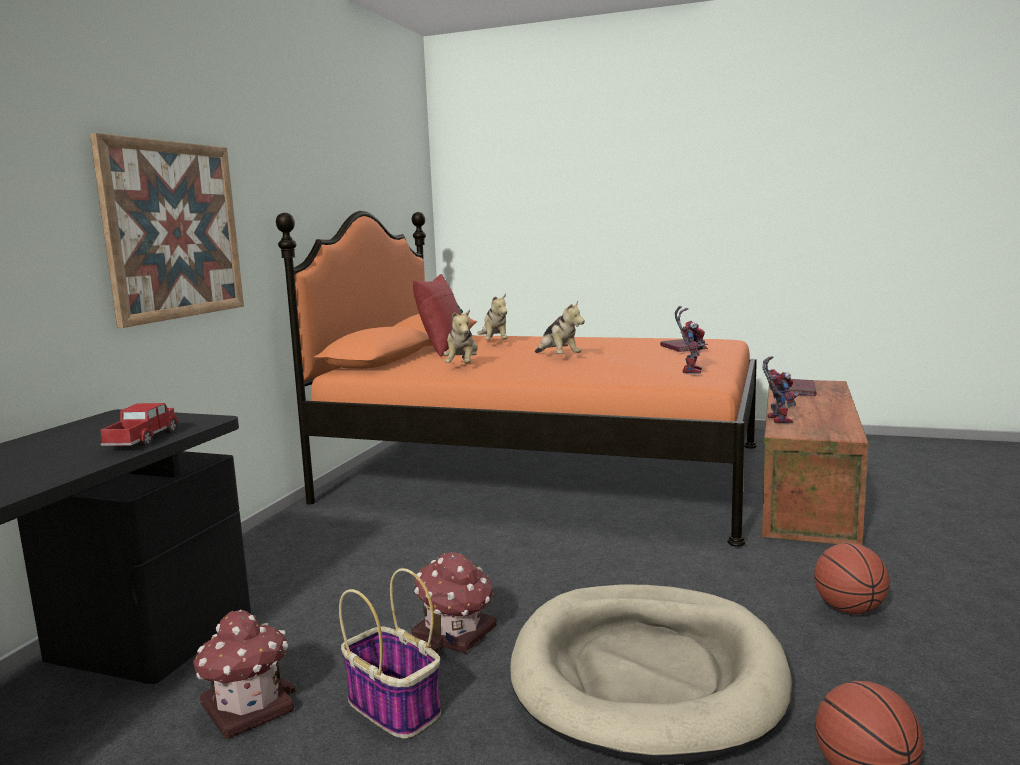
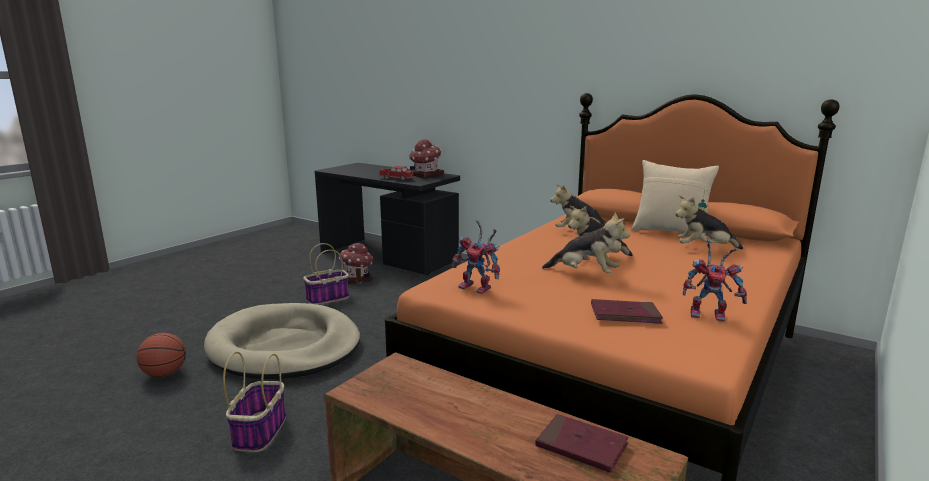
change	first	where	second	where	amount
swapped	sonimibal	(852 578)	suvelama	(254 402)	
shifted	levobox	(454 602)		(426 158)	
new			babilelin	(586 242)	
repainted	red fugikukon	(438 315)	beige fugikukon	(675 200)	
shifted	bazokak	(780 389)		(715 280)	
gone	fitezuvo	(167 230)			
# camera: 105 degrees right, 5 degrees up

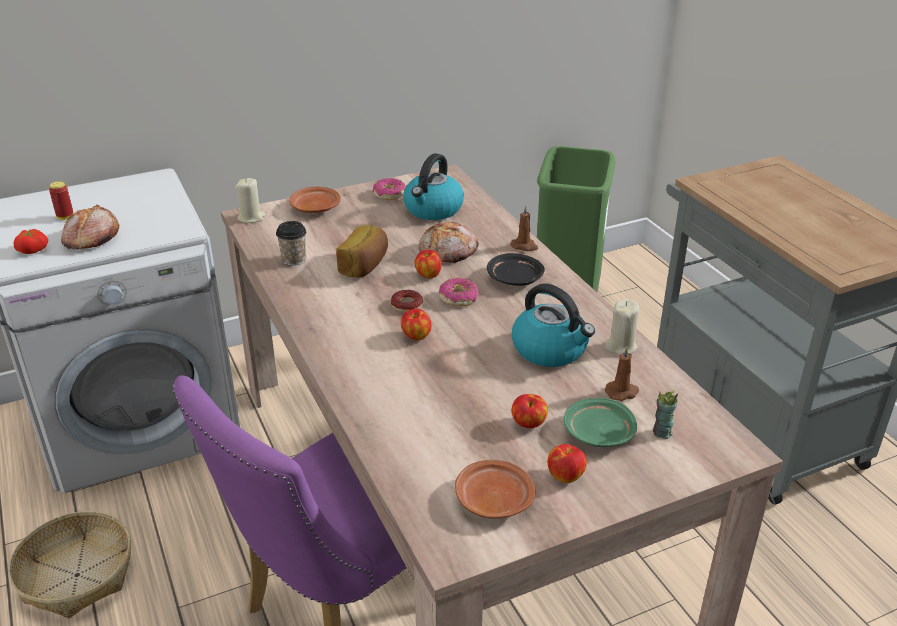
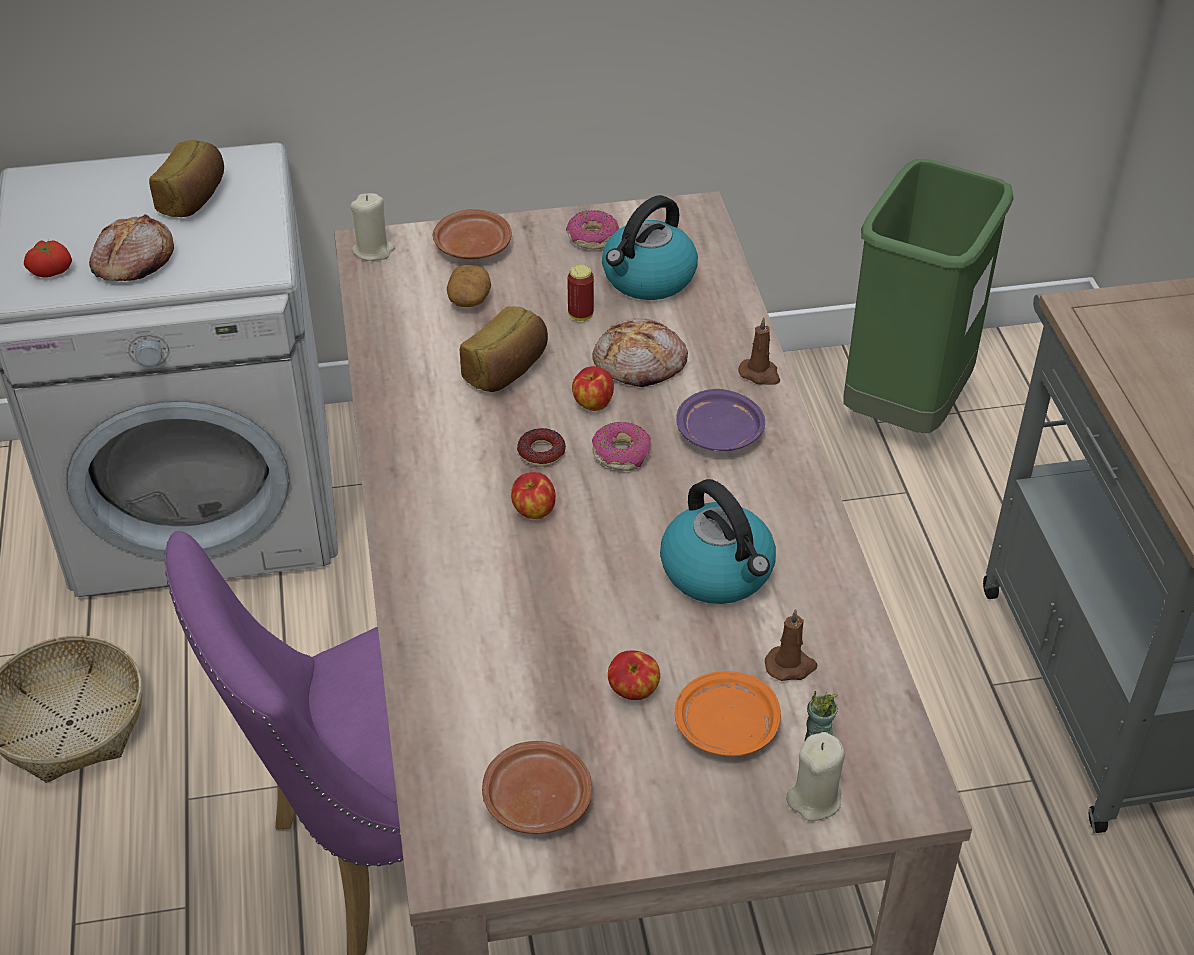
change	first	where	second	where	amount
new			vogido	(186 178)	
new			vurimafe	(469 286)	
shifted	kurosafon	(61 200)		(580 292)	
repainted	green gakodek	(600 422)	orange gakodek	(727 713)	
repainted	black gakodek	(516 269)	purple gakodek	(720 420)	
shifted	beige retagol	(622 327)		(815 776)	
gone	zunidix	(291 243)			
gone	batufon	(567 463)			
# camera: 15 degrees right, 10 degrees up

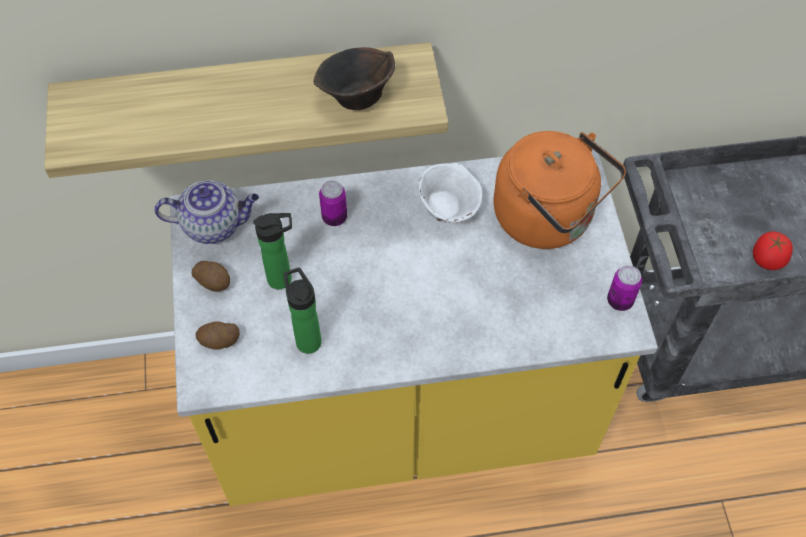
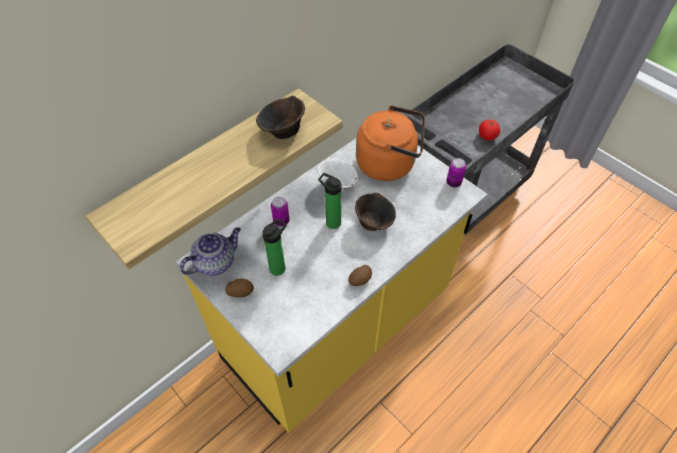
change	first	where	second	where	amount
shifted	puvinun	(303 310)		(329 201)	
shifted	vurimafe	(218 335)		(360 275)	
new			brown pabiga	(375 212)	
# camera: 35 degrees left, 5 degrees down

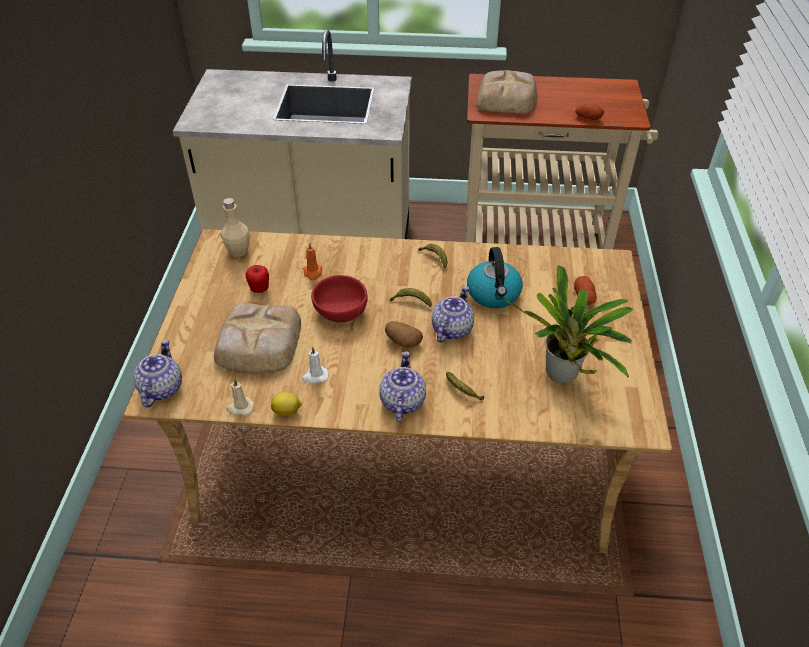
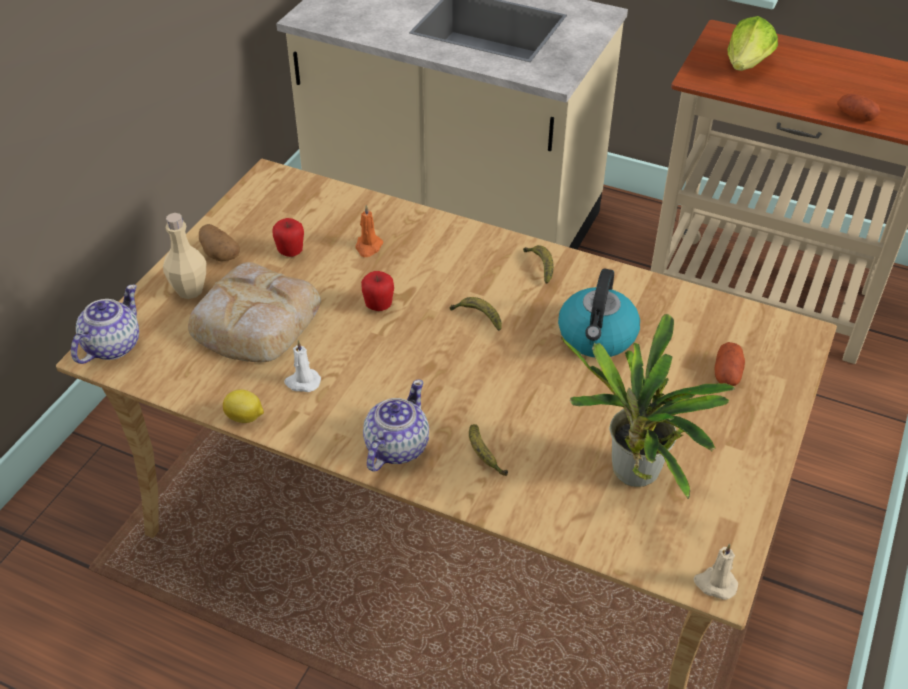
change	first	where	second	where	amount
shifted	beige puvinun	(235 227)		(184 256)	
shifted	vurimafe	(404 334)		(219 242)	
swapped	red pabiga	(339 298)	batufon	(377 291)	
shifted	beige retagol	(240 397)		(715 572)	
swapped	vogido	(507 92)	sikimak	(752 43)	
gone	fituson	(453 314)			
# camera: 20 degrees right, 0 degrees up

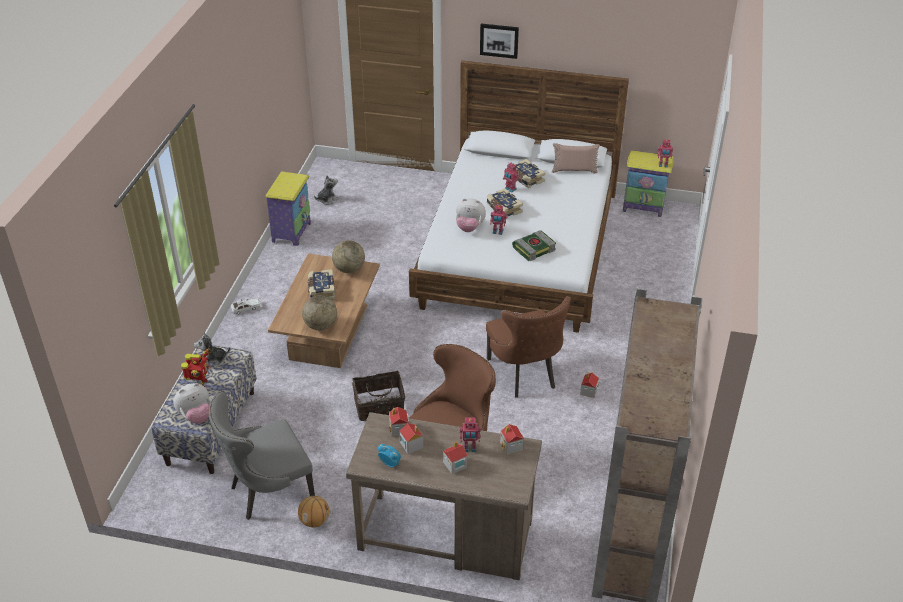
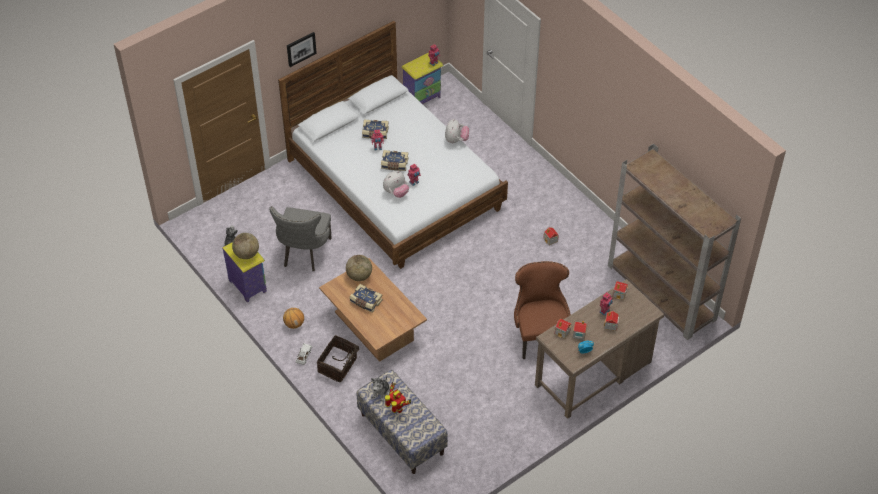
change	first	where	second	where	amount
shifted	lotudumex	(319 312)		(245 246)	
shifted	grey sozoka	(262 455)		(300 238)	
shifted	sonimibal	(313 511)		(293 318)	
shifted	suvelama	(378 396)		(338 358)	
shifted	babilelin	(192 403)		(457 131)	
gone	brown sozoka	(528 346)			
gone	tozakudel	(534 245)			
gone	beige fugikukon	(576 158)			
# camera: 50 degrees left, 10 degrees up

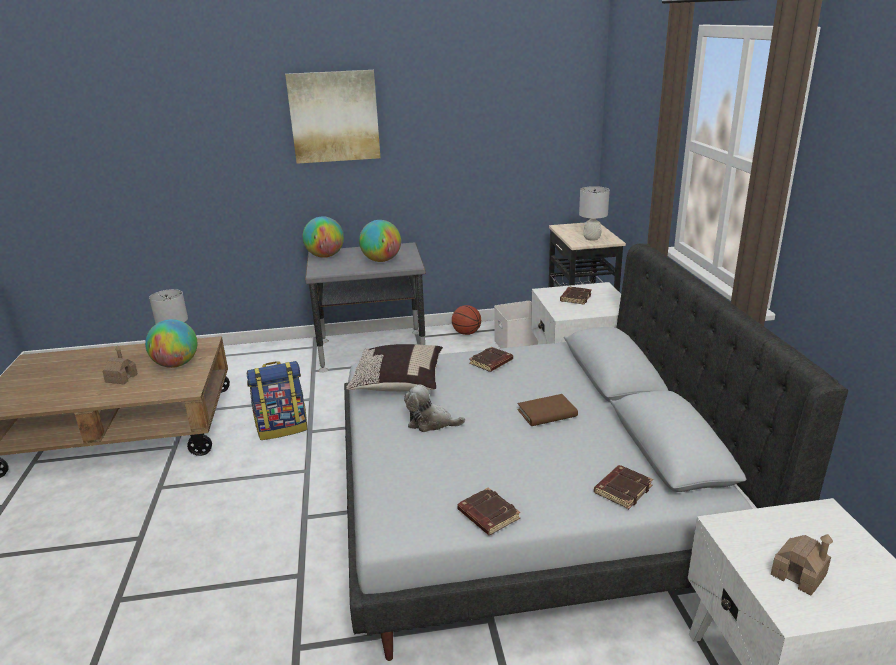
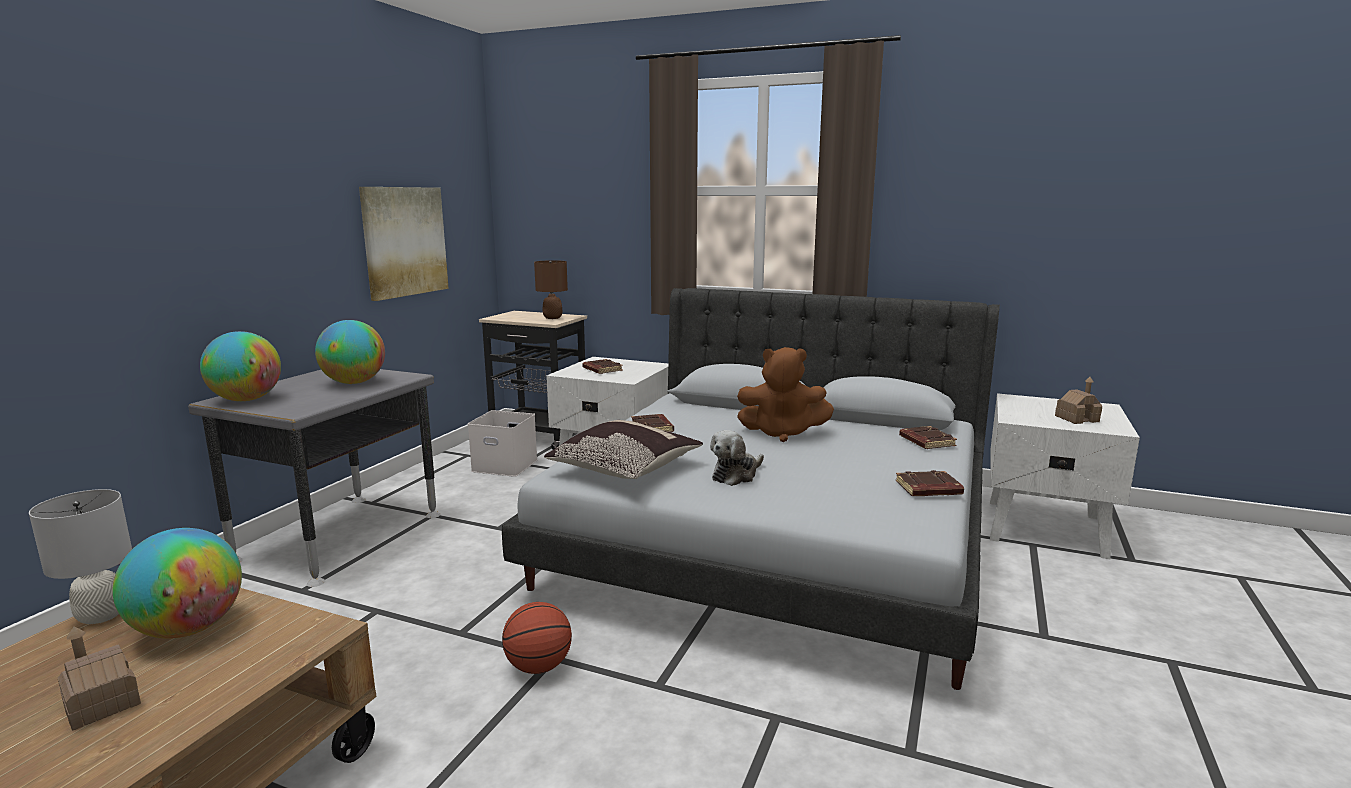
change	first	where	second	where	amount
shifted	fitezuvo	(332 117)		(404 244)	
shifted	sonimibal	(466 320)		(537 638)	
repainted	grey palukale	(594 213)	brown palukale	(551 289)	
swapped	brown tozakudel	(547 410)	brown babilelin	(785 394)	
gone	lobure	(277 400)			
# camera: 60 degrees left, 10 degrees down

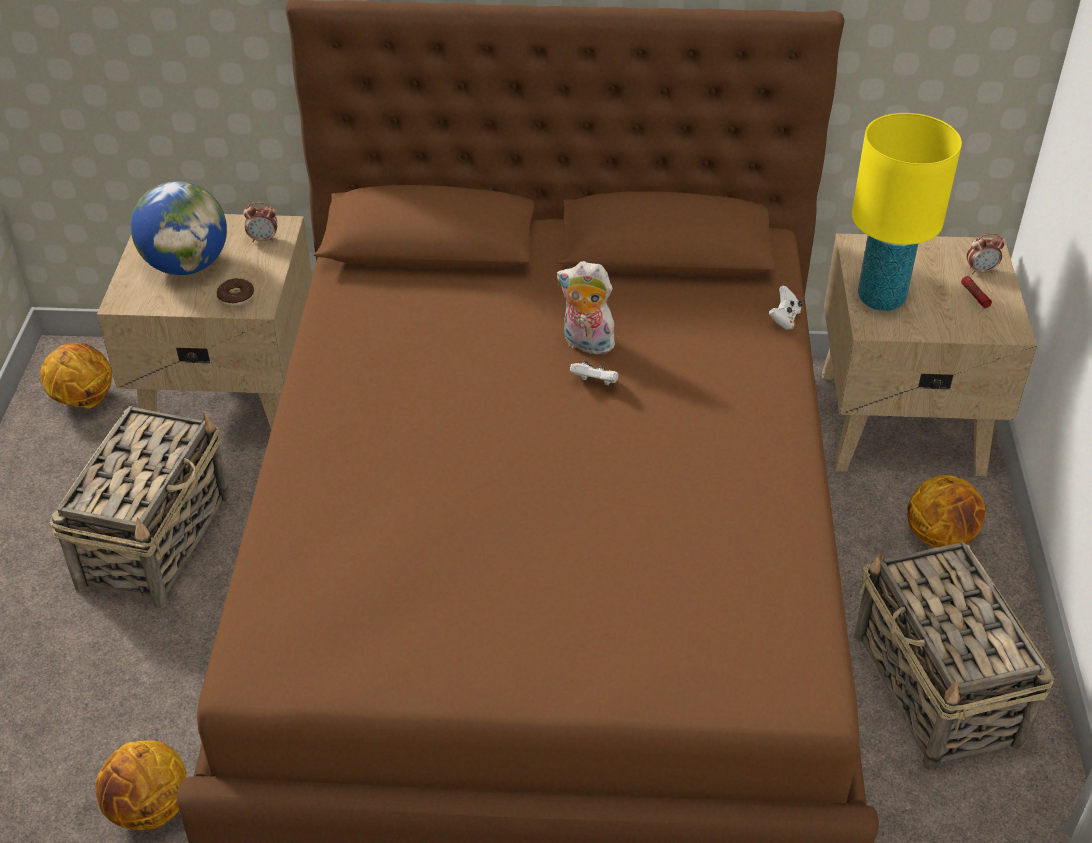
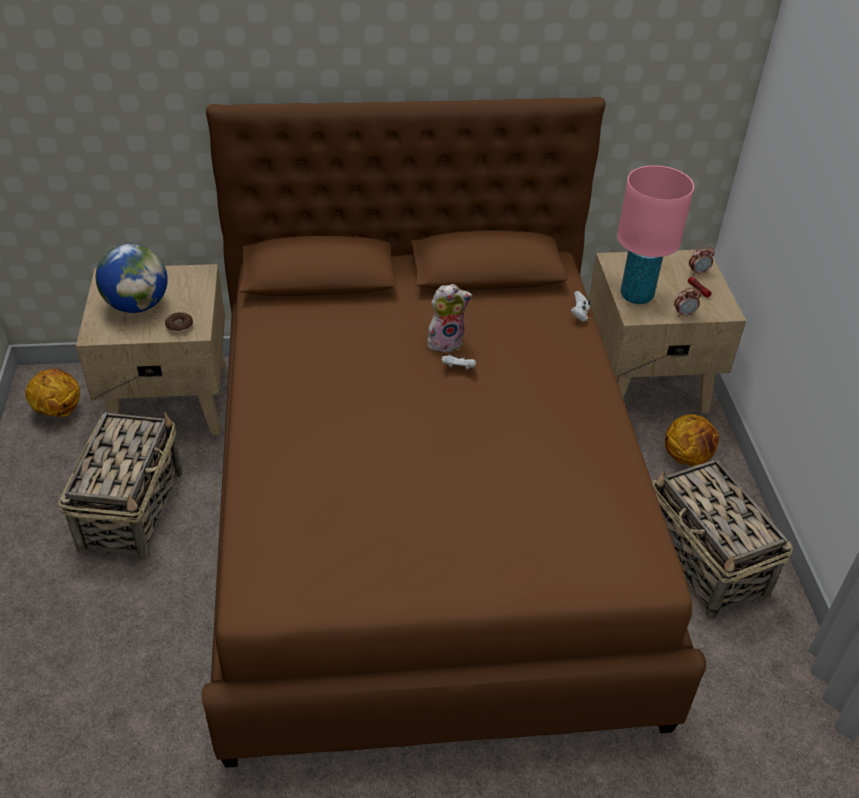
change	first	where	second	where	amount
rotated	babilelin	(586 309)		(449 318)	150 degrees clockwise
repainted	yellow palukale	(907 212)	pink palukale	(655 234)	
shifted	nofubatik	(260 222)		(687 302)	
gone	sonimibal	(140 785)			
# camera: 10 degrees left, 0 degrees up

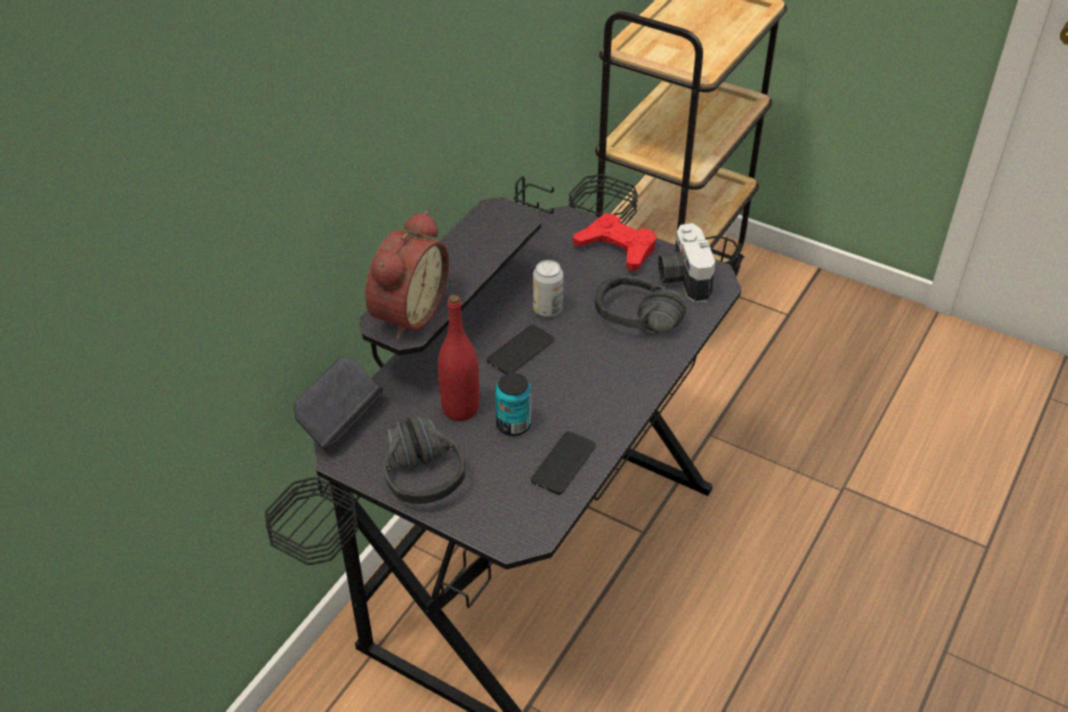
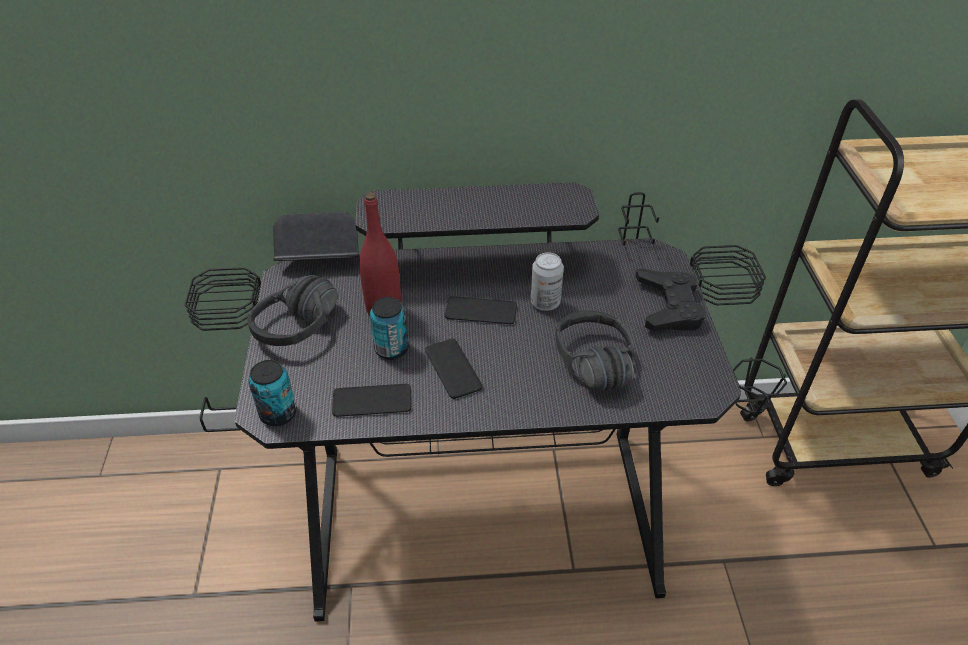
change	first	where	second	where	amount
new			kurosafon	(272 393)	
new			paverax	(453 368)	
repainted	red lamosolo	(614 242)	black lamosolo	(671 300)	
gone	nofubatik	(407 275)			
gone	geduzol	(686 263)			
# camera: 55 degrees right, 0 degrees up

